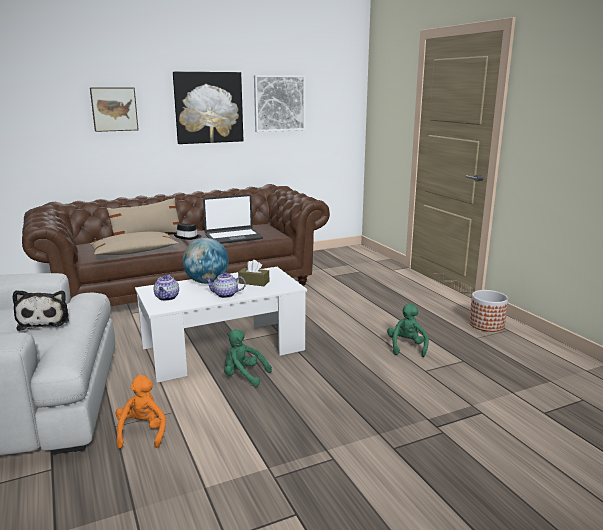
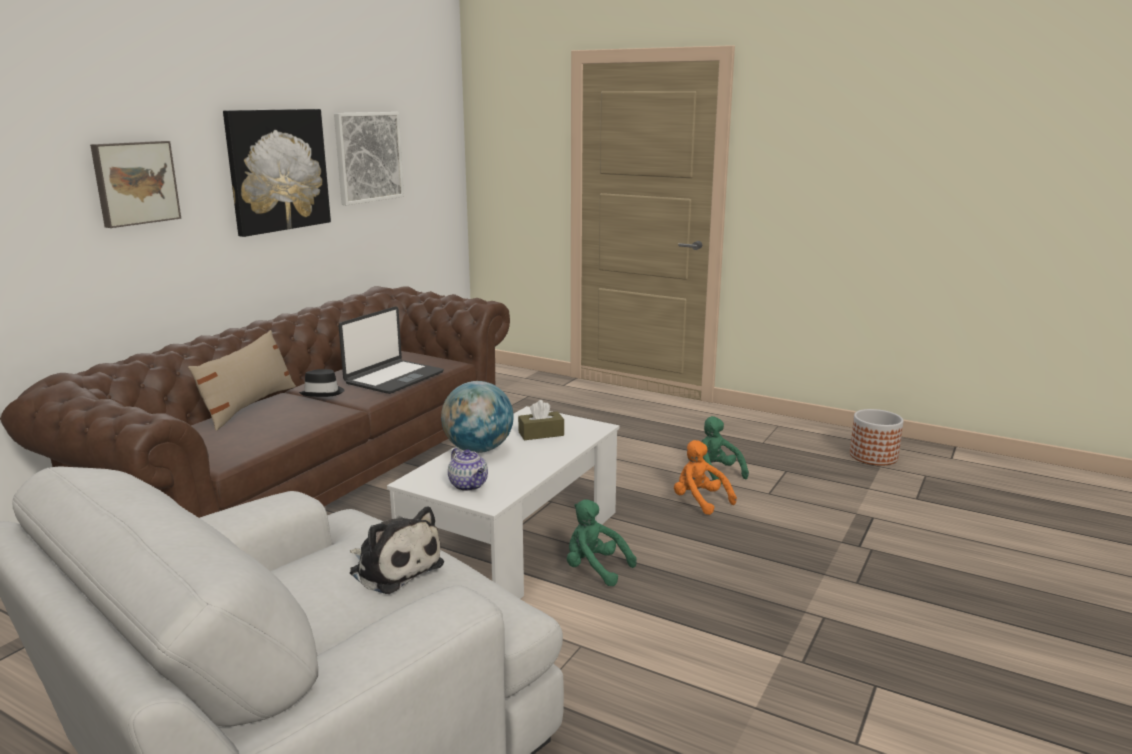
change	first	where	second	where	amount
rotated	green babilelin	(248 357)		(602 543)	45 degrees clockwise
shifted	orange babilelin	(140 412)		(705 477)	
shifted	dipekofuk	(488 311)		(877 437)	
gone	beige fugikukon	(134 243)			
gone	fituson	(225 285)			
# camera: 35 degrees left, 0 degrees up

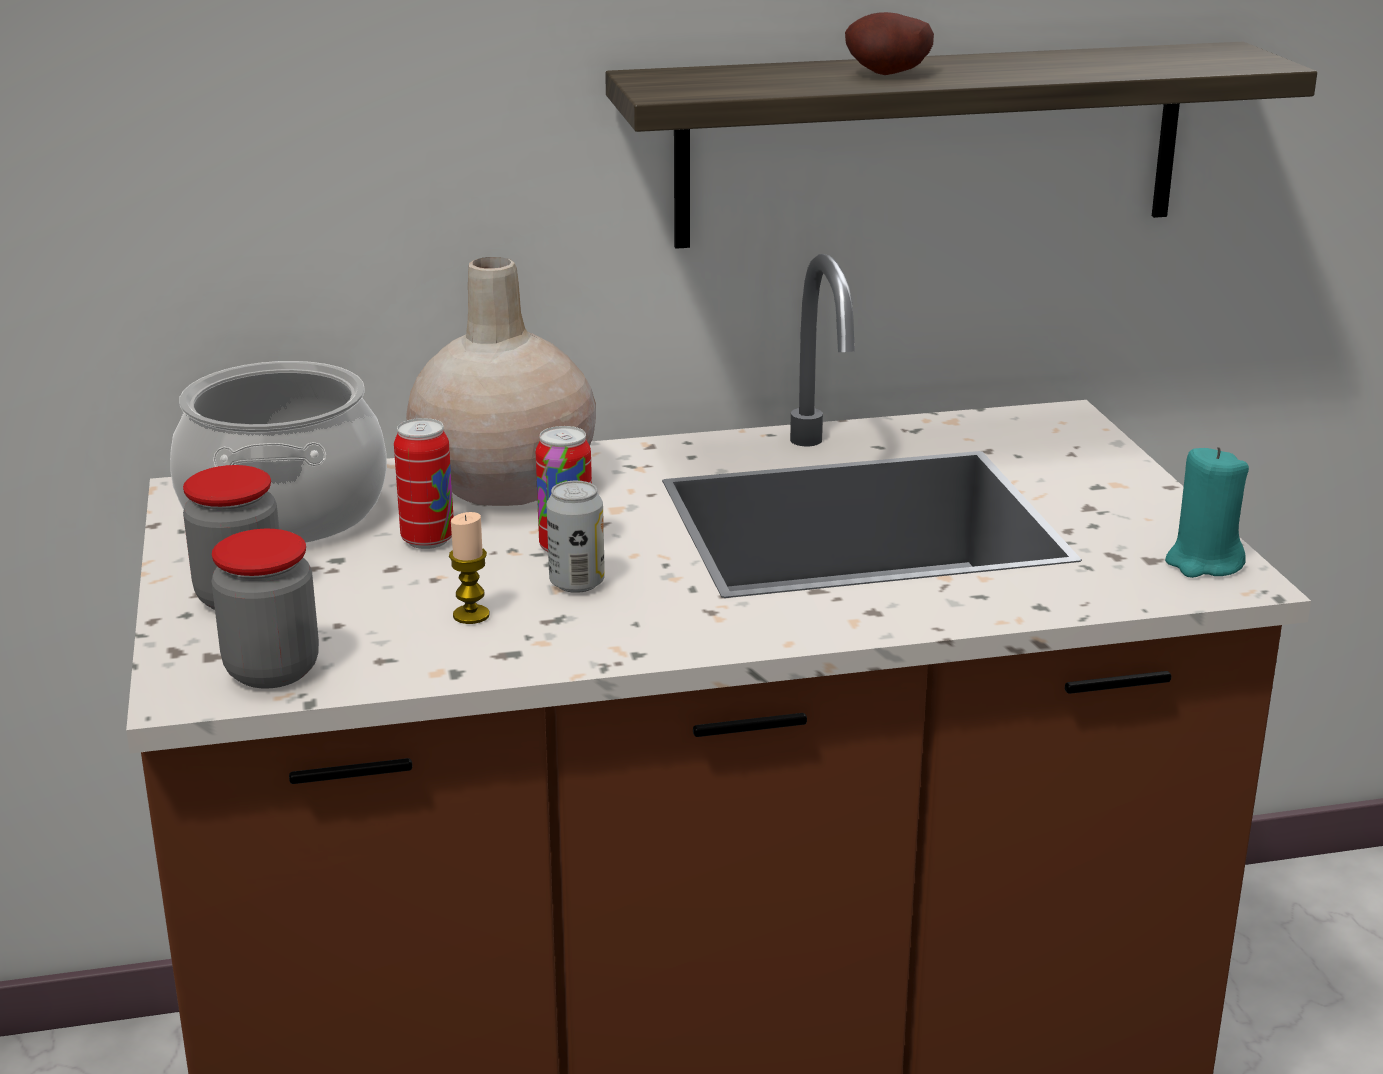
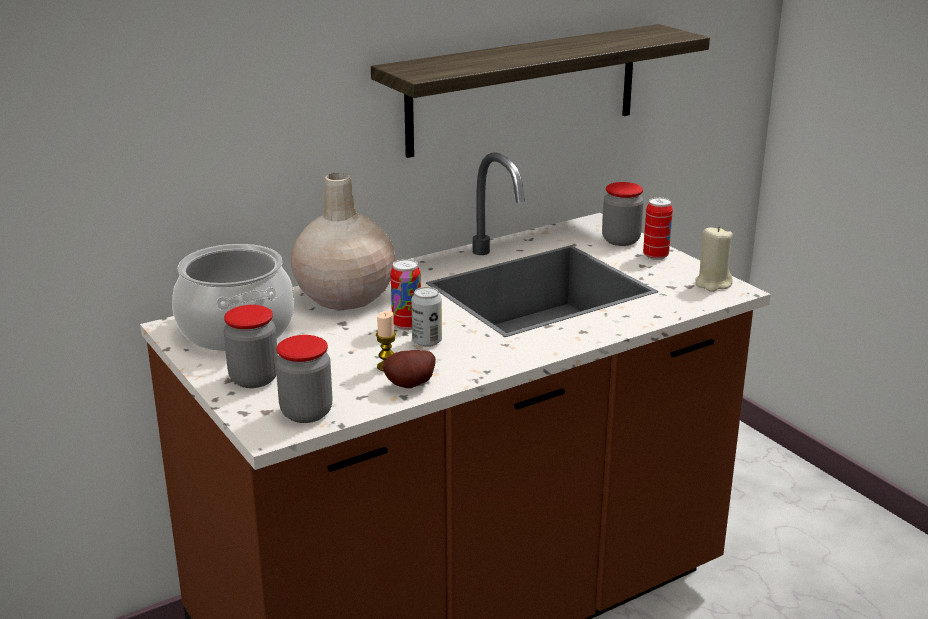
change	first	where	second	where	amount
shifted	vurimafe	(889 43)		(409 369)	
new			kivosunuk	(623 214)	
shifted	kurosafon	(423 483)		(658 228)	
repainted	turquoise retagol	(1207 512)	beige retagol	(714 259)	
# camera: 20 degrees left, 0 degrees up

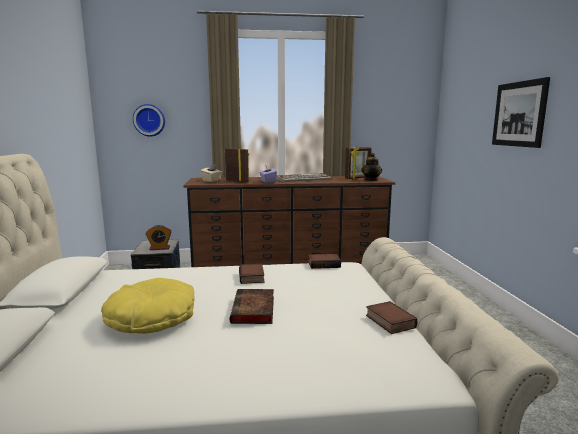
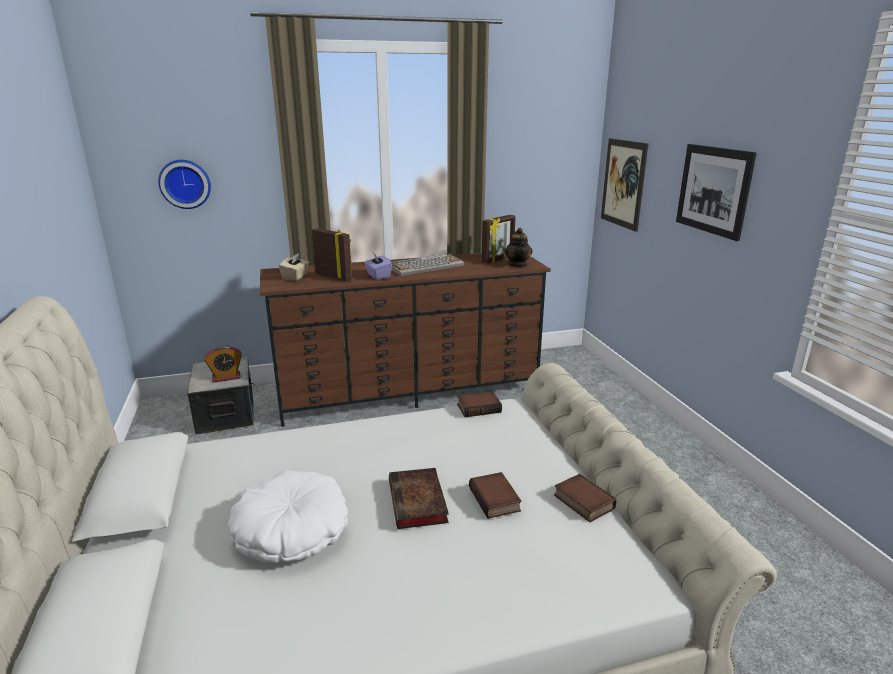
change	first	where	second	where	amount
repainted	yellow fugikukon	(147 306)	white fugikukon	(288 516)	
shifted	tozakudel	(252 274)		(495 495)	
new			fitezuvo	(624 185)	
# camera: 10 degrees left, 10 degrees up

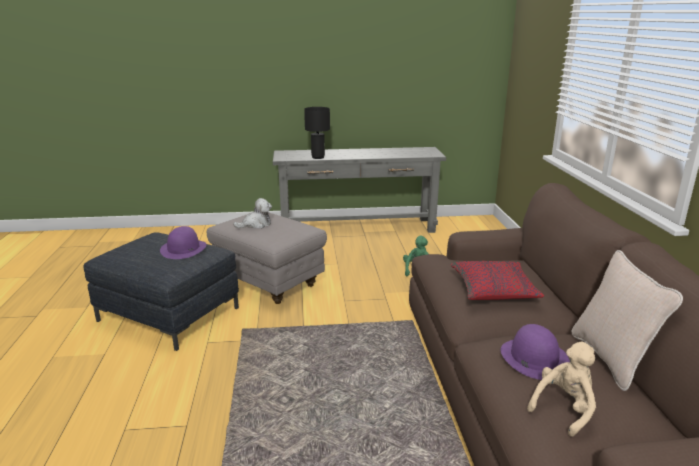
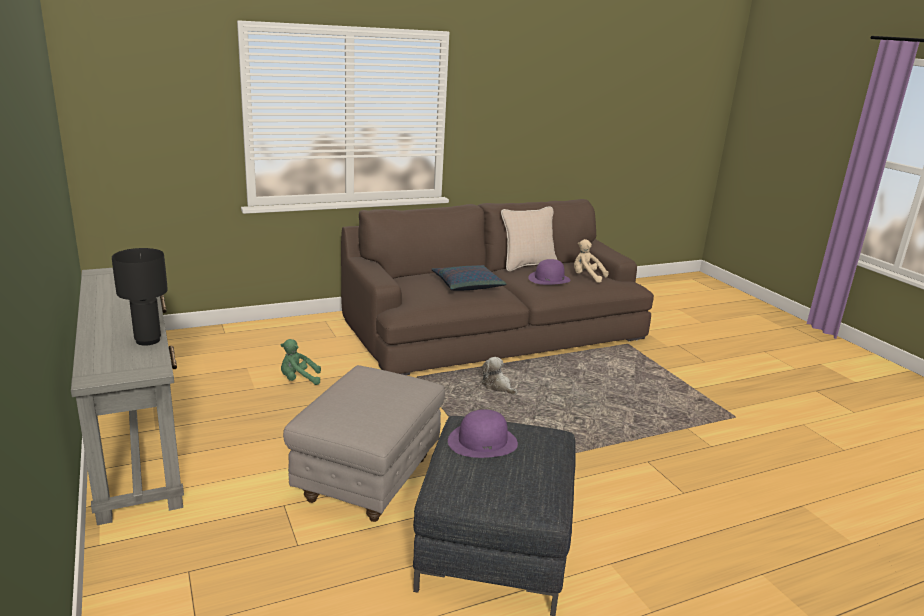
change	first	where	second	where	amount
repainted	red fugikukon	(497 280)	blue fugikukon	(469 278)	
shifted	babilelin	(252 213)		(500 376)	
# camera: 110 degrees left, 0 degrees up

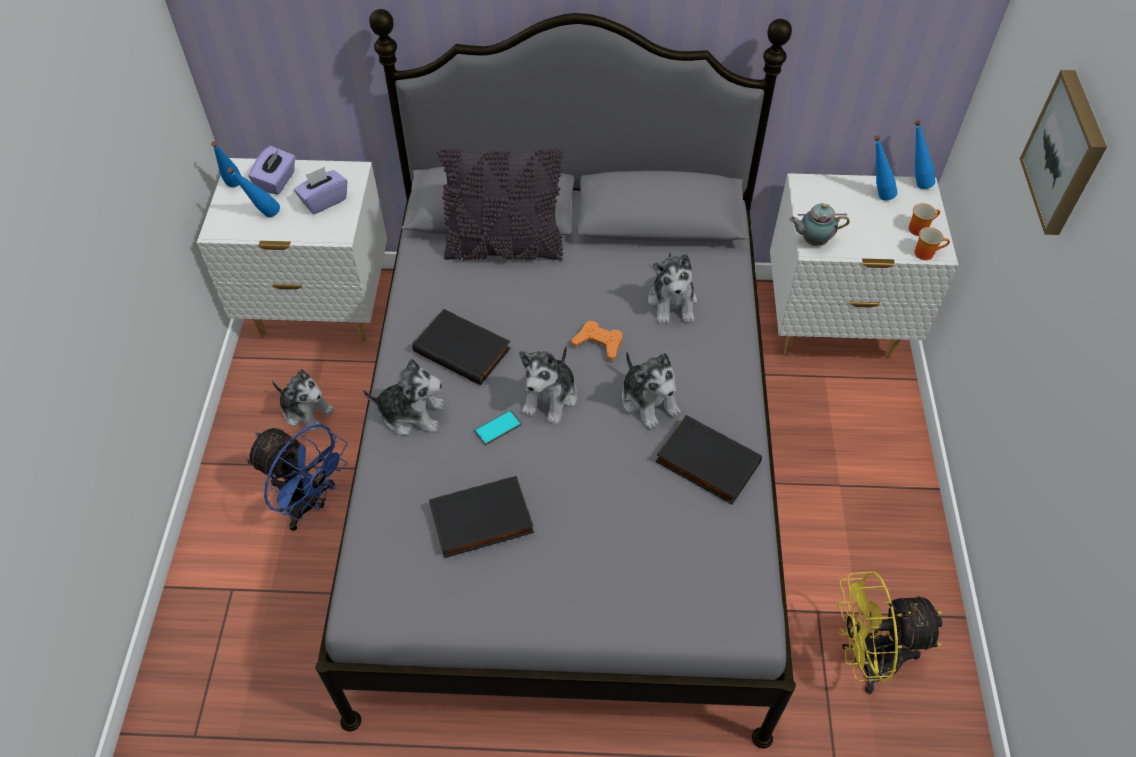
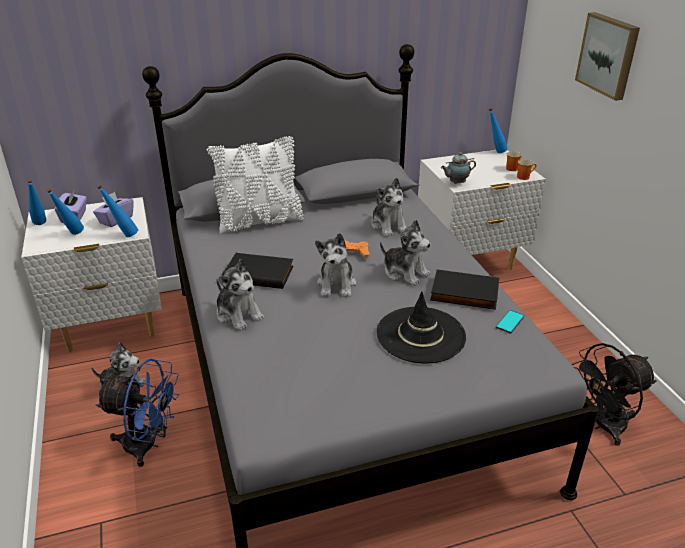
change	first	where	second	where	amount
shifted	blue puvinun	(885 168)		(117 211)	
repainted	black fugikukon	(500 203)	white fugikukon	(255 185)	
rotated	babilelin	(403 397)		(240 295)	60 degrees clockwise
new			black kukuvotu	(421 328)	
shifted	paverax	(498 427)		(510 322)	
repainted	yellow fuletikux	(889 632)	black fuletikux	(614 394)	
gone	black tozakudel	(481 517)			
# camera: 20 degrees left, 20 degrees down

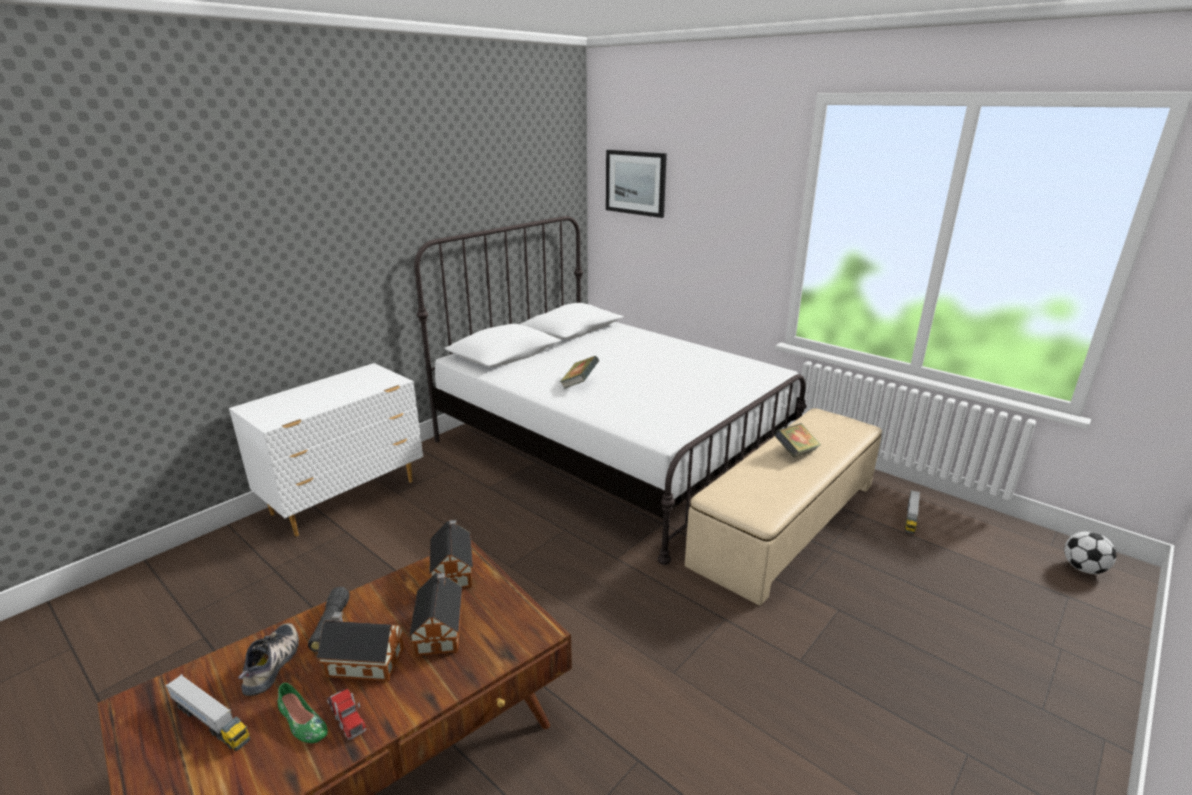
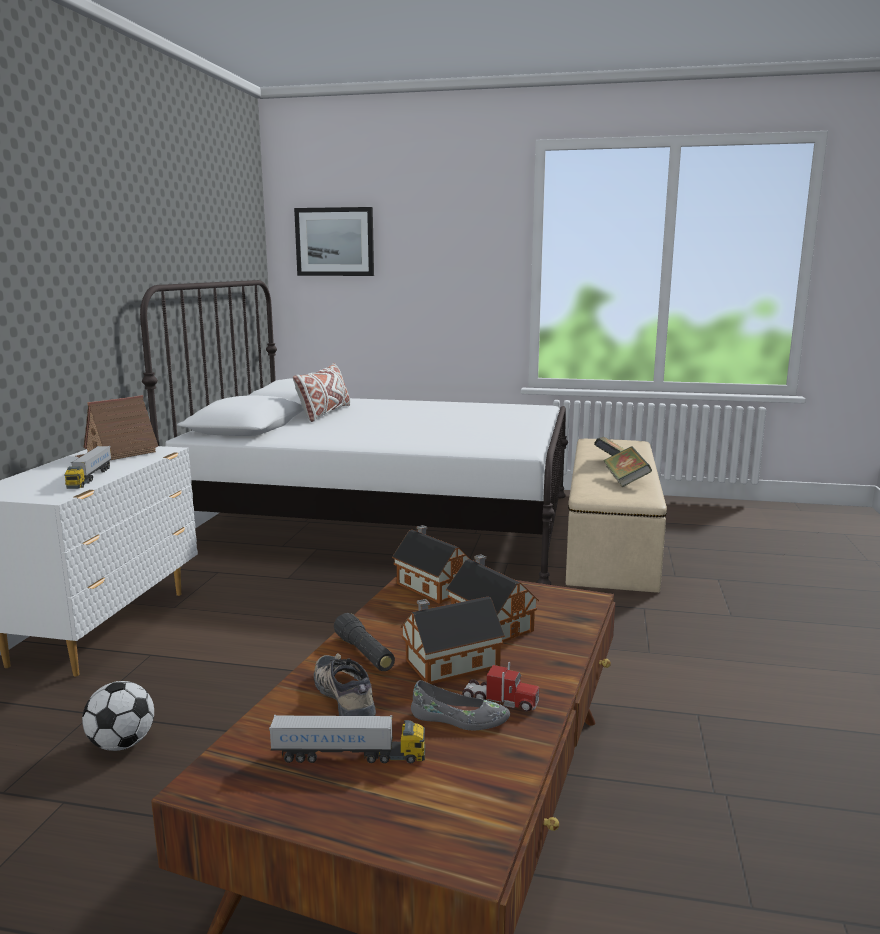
change	first	where	second	where	amount
shifted	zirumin	(912 512)		(88 467)	
new			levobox	(117 427)	
shifted	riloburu	(1090 552)		(118 716)	
new			white fugikukon	(321 392)	
repainted	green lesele	(303 713)	grey lesele	(460 705)	
shifted	tozakudel	(579 372)		(627 467)	
# camera: 30 degrees left, 10 degrees down

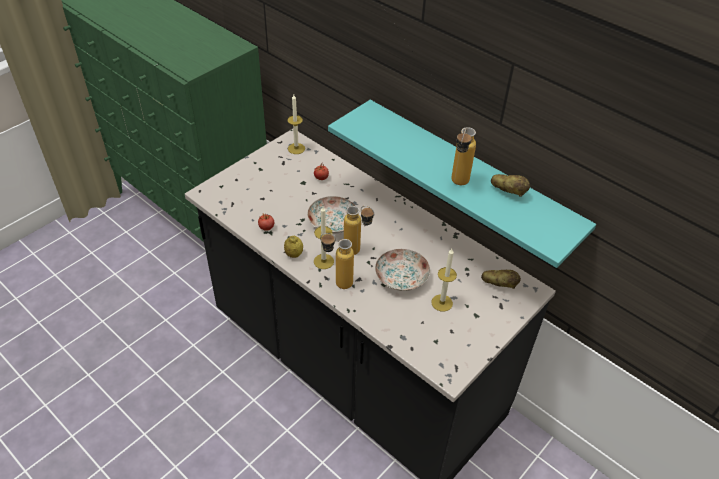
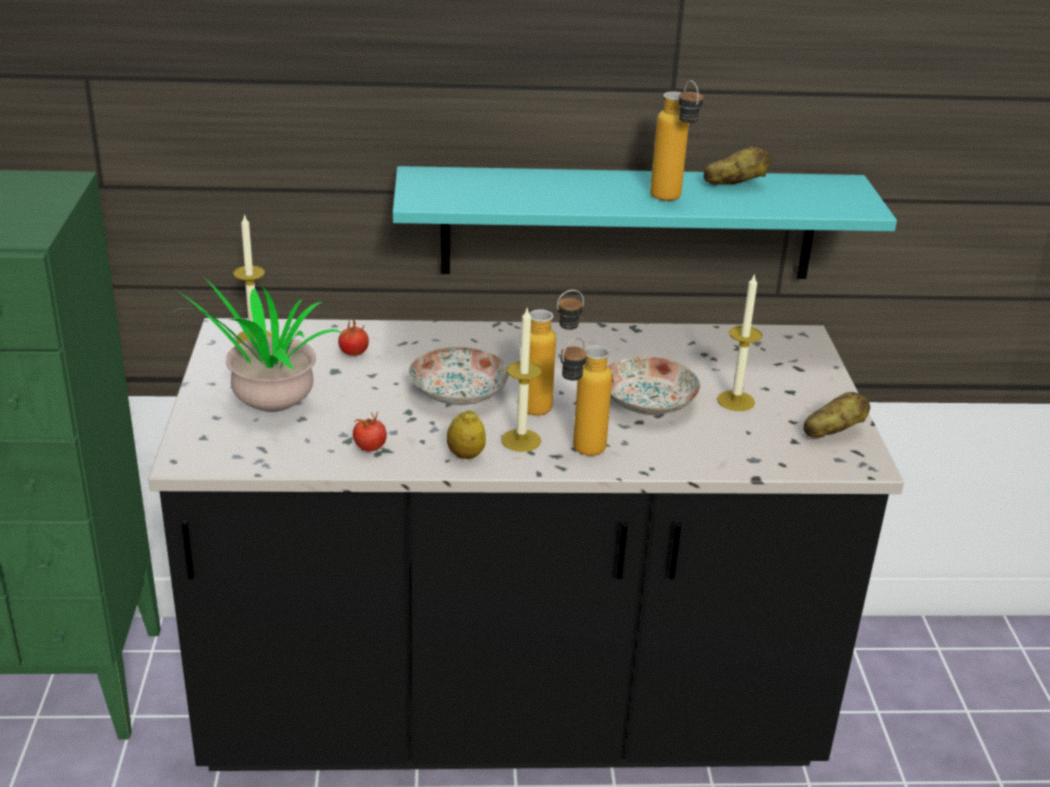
change	first	where	second	where	amount
new			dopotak	(259 344)	
shifted	vurimafe	(501 279)		(837 415)	
# camera: 45 degrees left, 15 degrees down

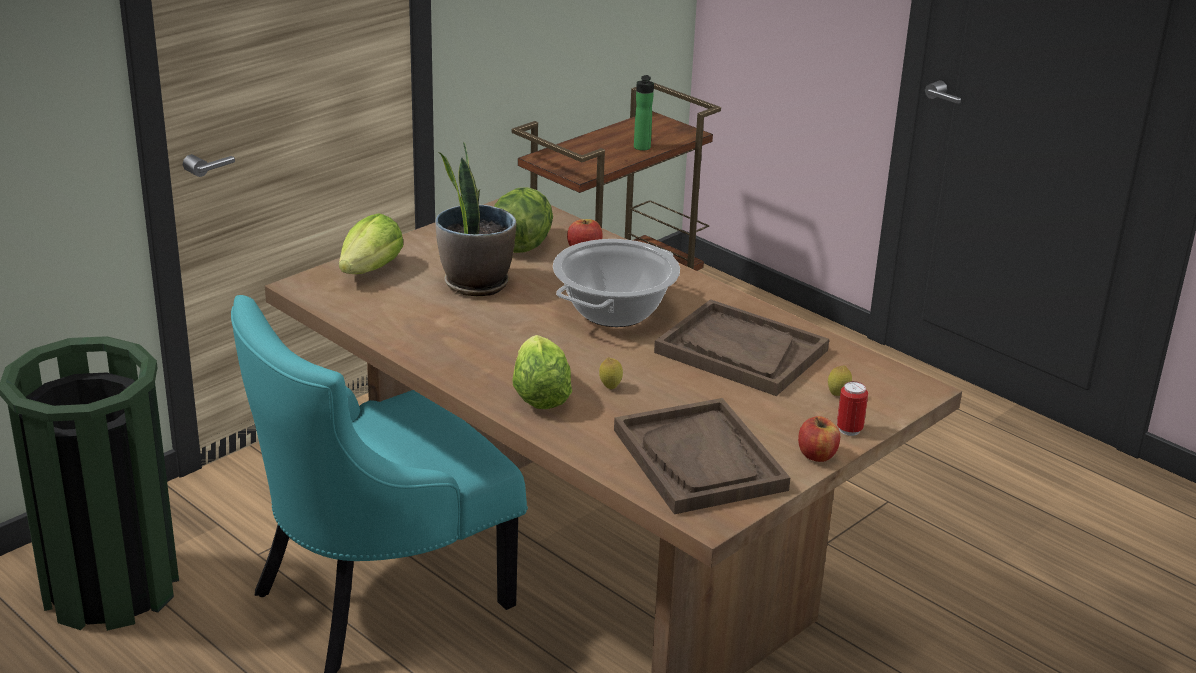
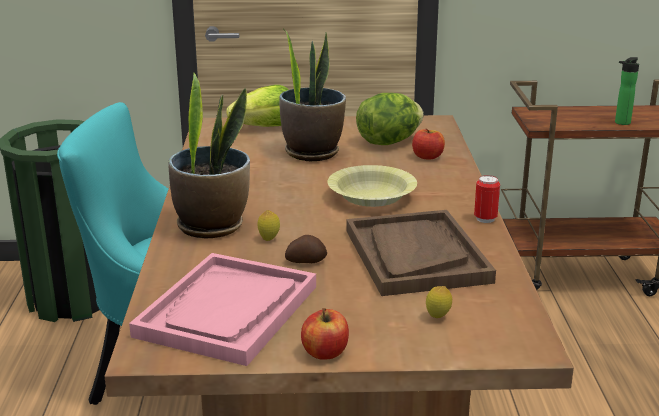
change	first	where	second	where	amount
repainted	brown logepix	(702 456)	pink logepix	(222 309)	
swapped	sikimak	(542 372)	dopotak	(209 155)	
new			vurimafe	(306 249)	
swapped	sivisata	(616 283)	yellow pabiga	(372 186)	
shifted	kurosafon	(852 408)		(487 199)	
# camera: 45 degrees right, 5 degrees down

